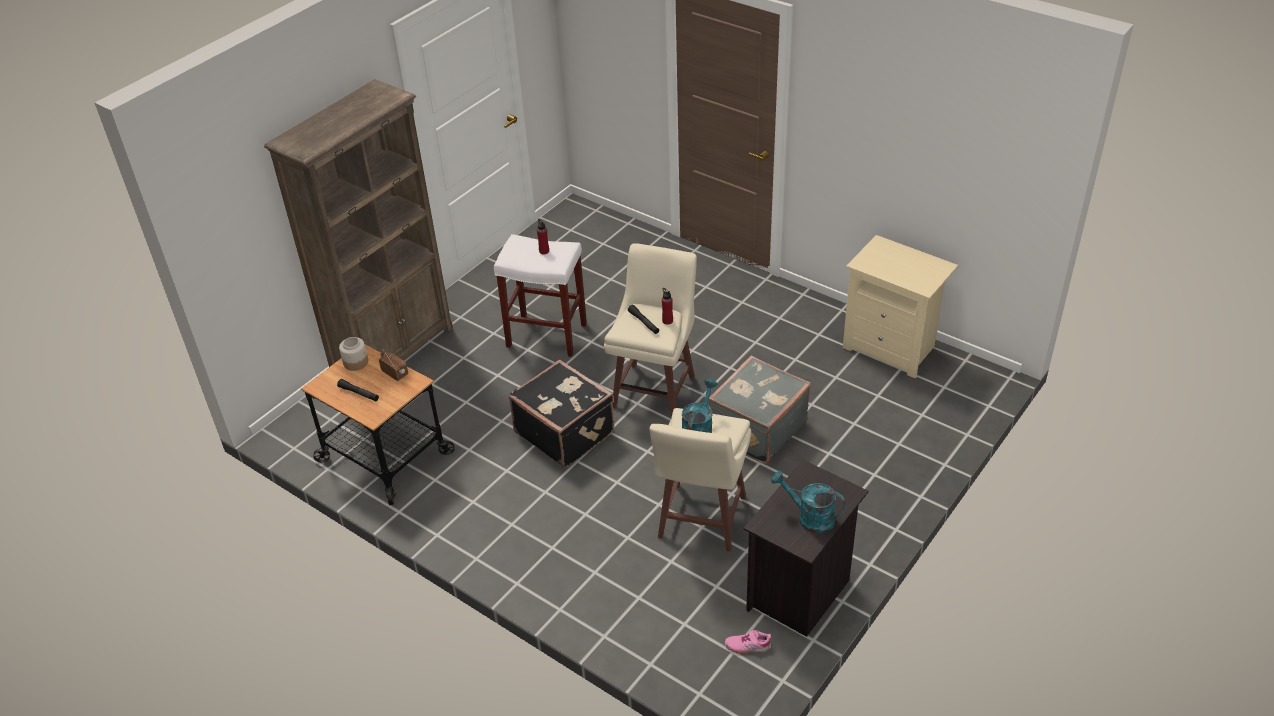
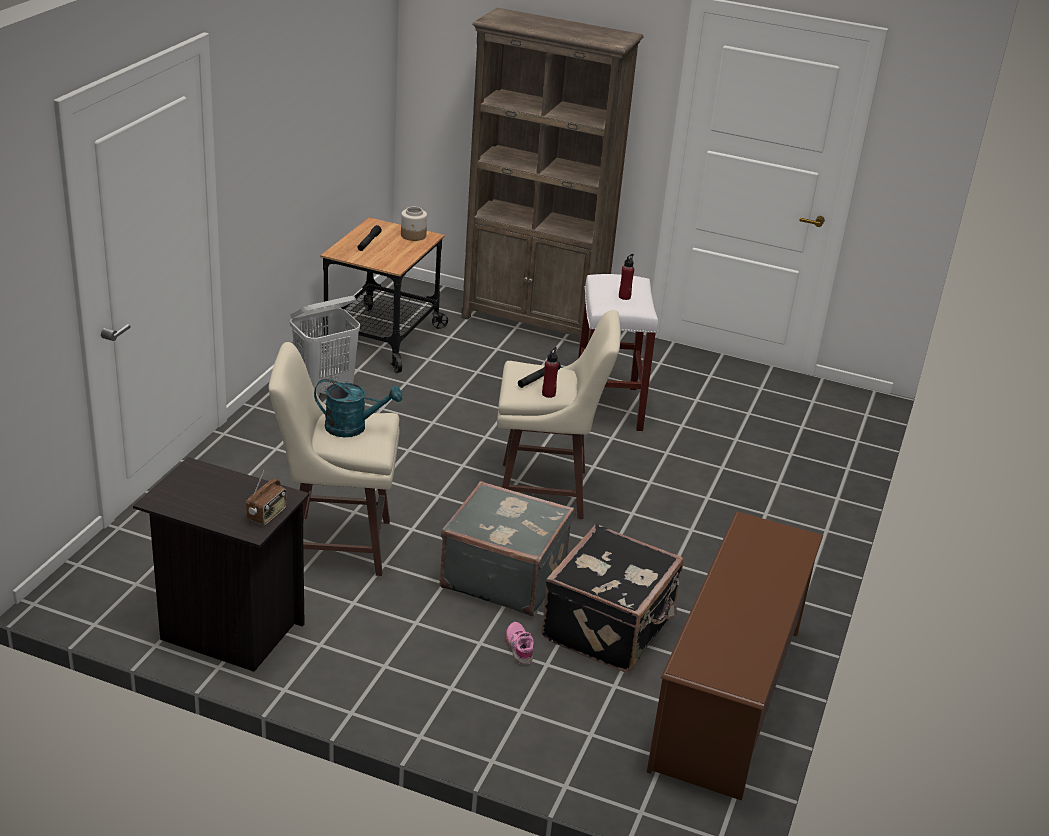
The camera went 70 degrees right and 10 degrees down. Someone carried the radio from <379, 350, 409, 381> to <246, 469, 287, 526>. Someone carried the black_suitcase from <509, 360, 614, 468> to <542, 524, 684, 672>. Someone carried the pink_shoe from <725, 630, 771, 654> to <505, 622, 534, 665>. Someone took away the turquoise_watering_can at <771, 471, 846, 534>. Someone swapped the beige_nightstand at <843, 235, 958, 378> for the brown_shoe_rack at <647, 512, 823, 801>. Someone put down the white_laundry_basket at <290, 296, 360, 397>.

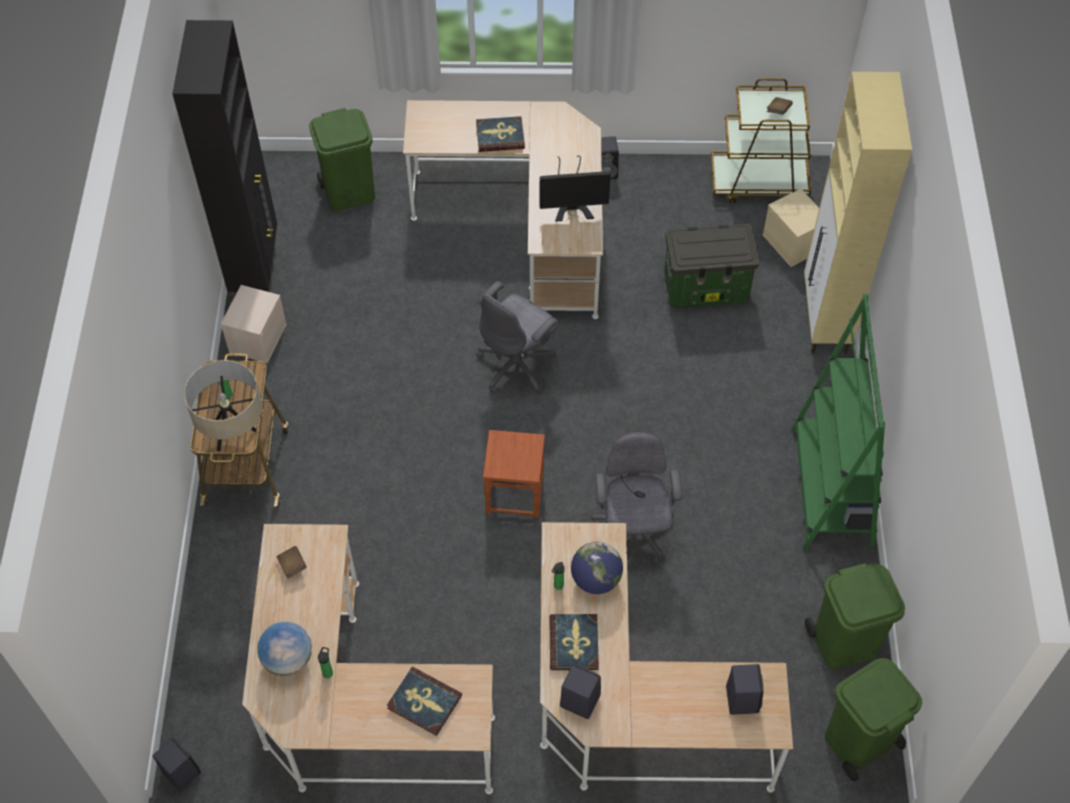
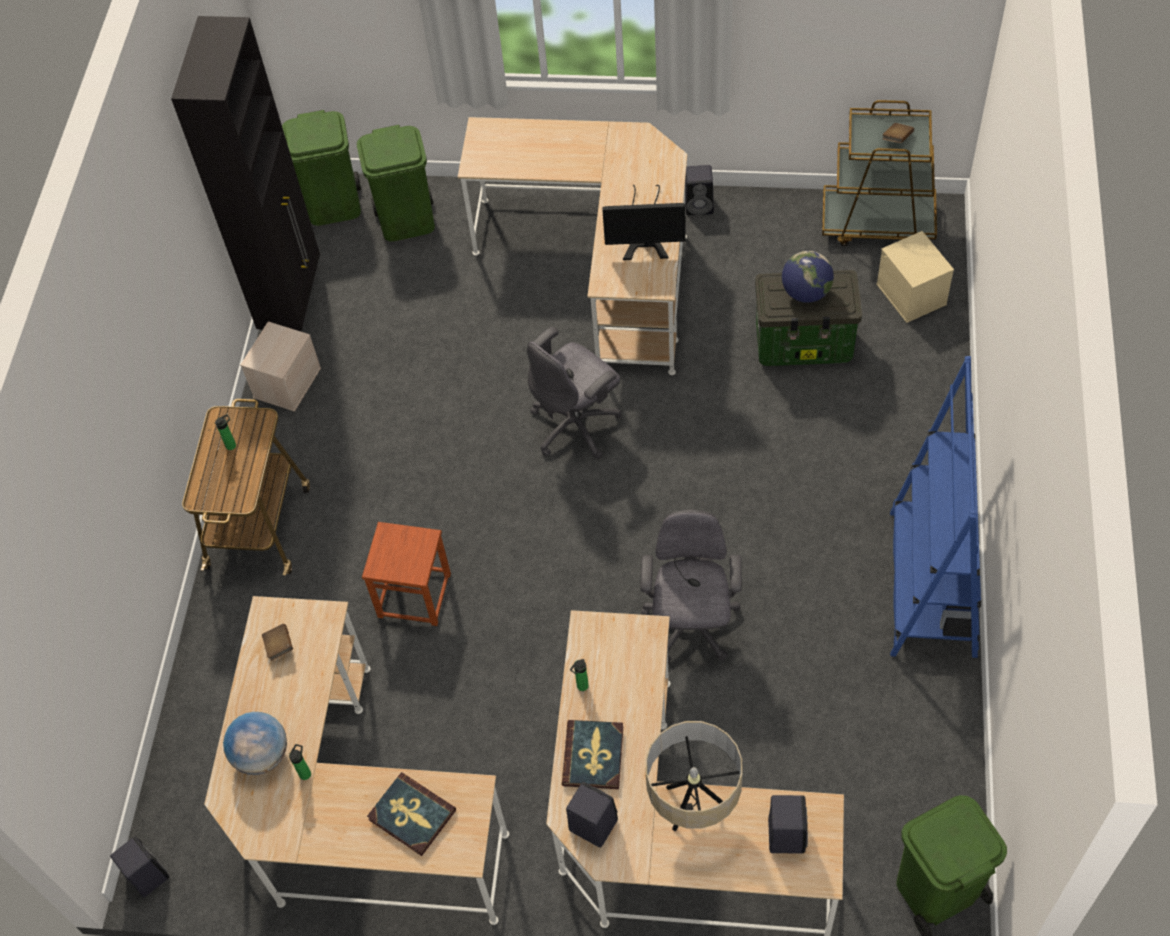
The camera went 10 degrees right and 0 degrees up. Someone carried the beige_table_lamp from <184, 360, 262, 452> to <646, 721, 743, 831>. Someone took away the book at <476, 116, 525, 152>. Someone carried the brown_stool from <483, 430, 545, 518> to <362, 522, 451, 626>. Someone carried the globe from <571, 542, 623, 594> to <782, 251, 834, 303>. Someone repainted the green_bookcase at <791, 294, 885, 549>, which became the blue_bookcase at <890, 356, 981, 658>. Someone took away the beige_cabinet at <804, 72, 912, 353>. Someone carried the green_trash_can from <805, 563, 905, 669> to <282, 110, 361, 226>.

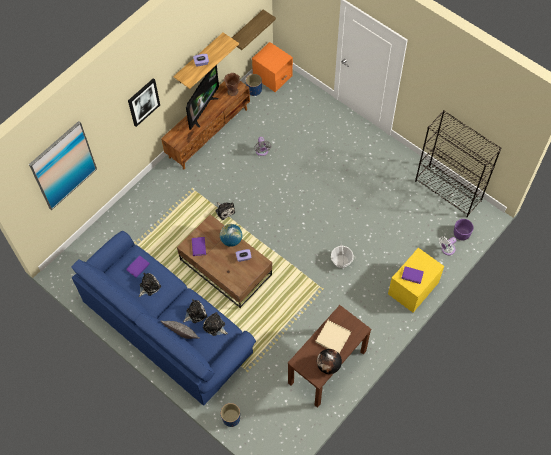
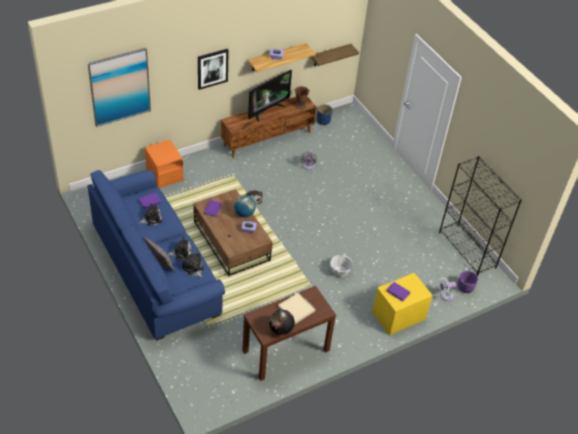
The camera went 15 degrees right and 15 degrees down. Someone took away the blue_planter at <221, 403, 240, 427>. Someone carried the orange_nightstand from <252, 42, 293, 92> to <145, 140, 183, 188>.

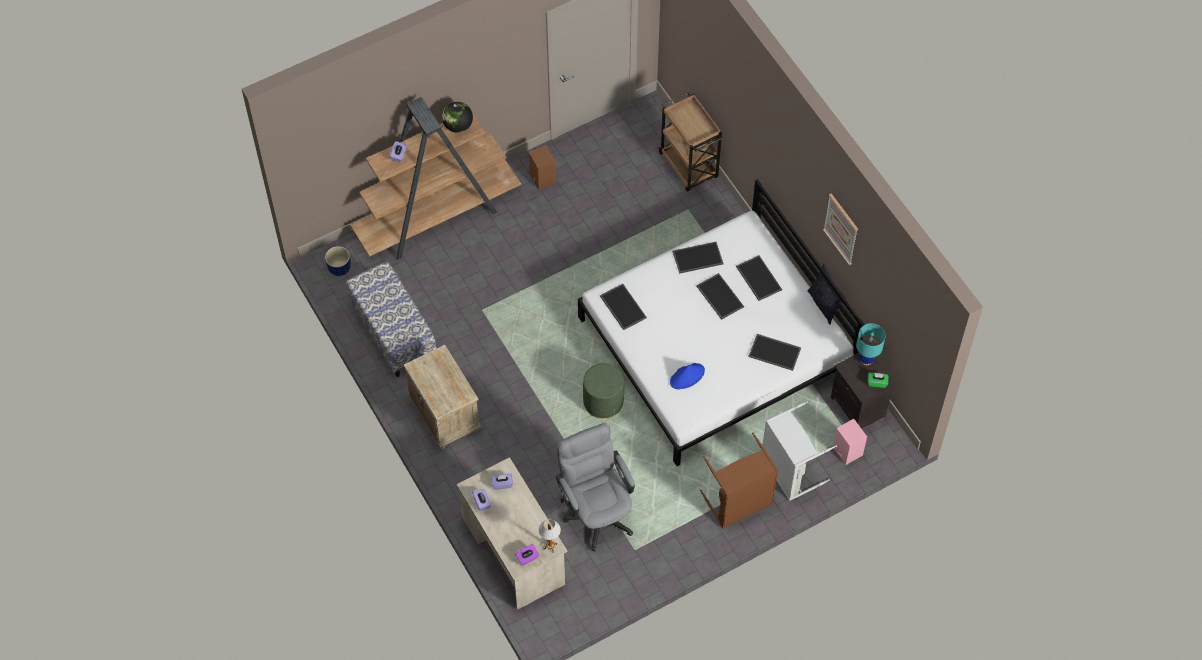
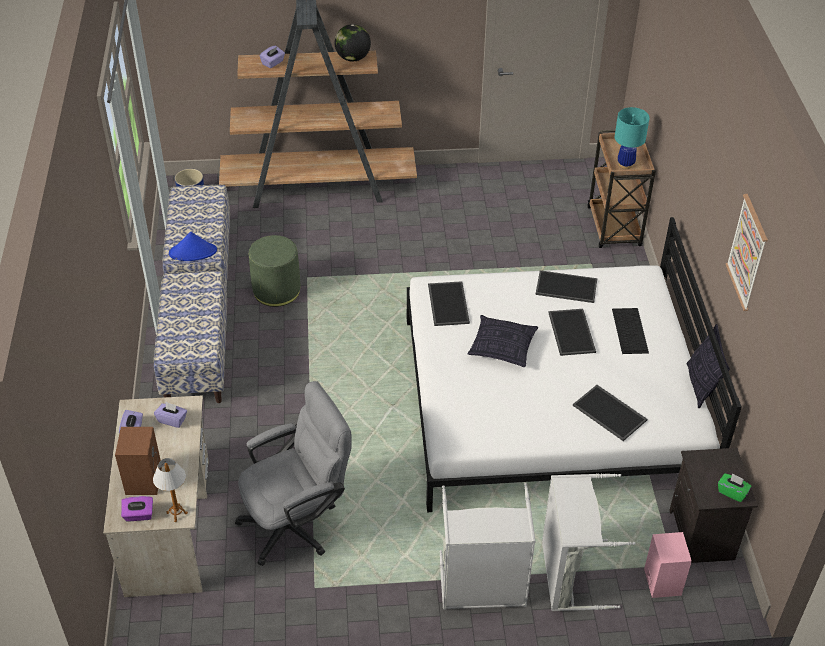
The camera went 25 degrees right and 15 degrees down. Someone swapped the beige_nightstand at <404, 345, 482, 449> for the bench at <154, 271, 227, 403>. Someone carried the brown_speaker from <529, 145, 556, 190> to <115, 427, 162, 495>. Someone rotated the grey_office_chair at <556, 423, 635, 551> by 60 degrees clockwise. Someone carried the green_ottoman from <583, 363, 624, 419> to <249, 235, 300, 307>. Someone carried the blue_hat from <670, 363, 705, 389> to <169, 232, 217, 261>. Someone repainted the brown_laundry_basket at <700, 433, 778, 529>, which became the grey_laundry_basket at <439, 483, 536, 610>. Someone swapped the tray at <736, 255, 782, 301> for the keyboard at <612, 308, 649, 354>. Someone carried the turquoise_table_lamp from <856, 323, 885, 365> to <615, 107, 650, 169>. Someone put down the pillow at <467, 315, 538, 367>.

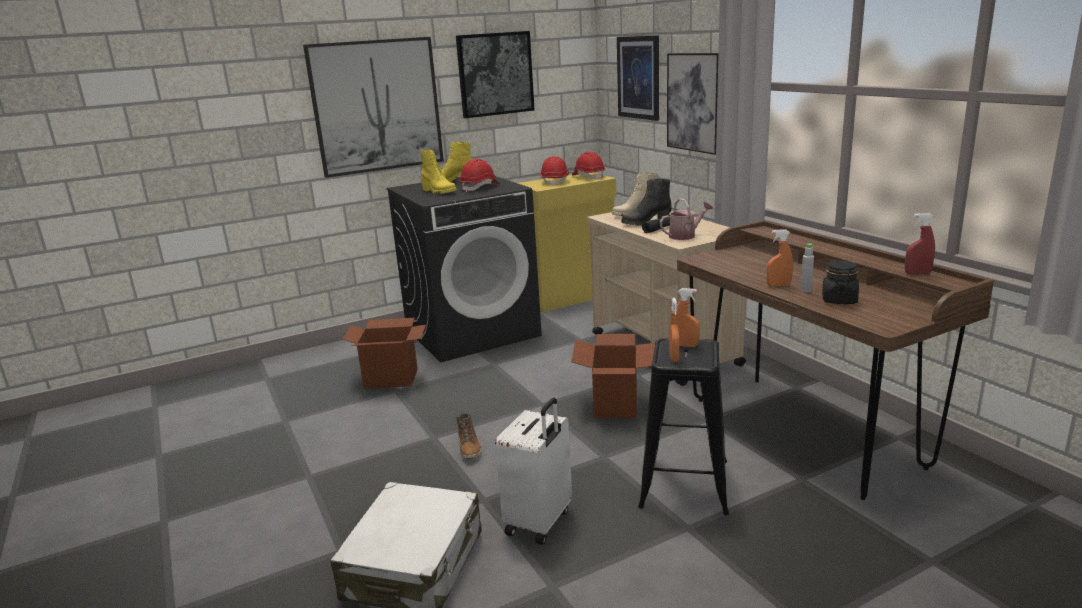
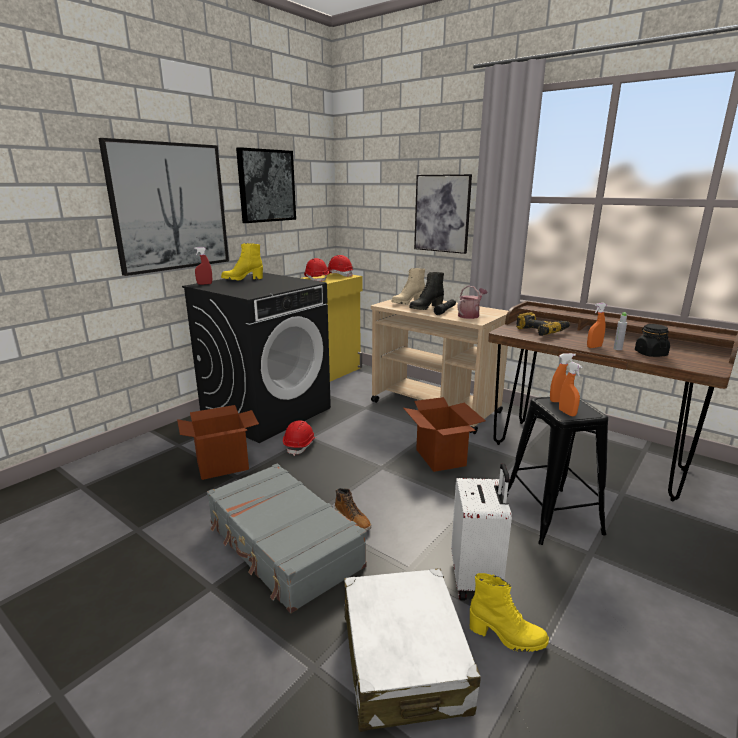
The camera went 25 degrees left and 0 degrees up. Someone carried the yellow_boot from <420, 149, 457, 194> to <470, 573, 549, 652>. Someone carried the red_hard_hat from <459, 159, 500, 192> to <283, 420, 316, 456>. Someone took away the picture at <617, 35, 659, 121>. Someone carried the red_spray_bottle from <905, 213, 935, 274> to <194, 247, 212, 285>. Someone put down the grey_suitcase at <207, 463, 367, 613>. Someone put down the power_drill at <516, 312, 570, 336>.

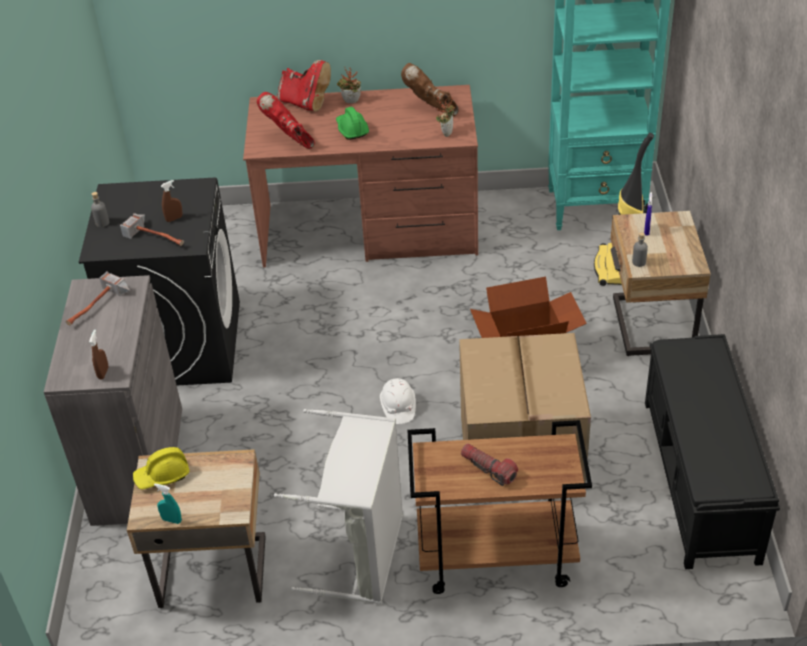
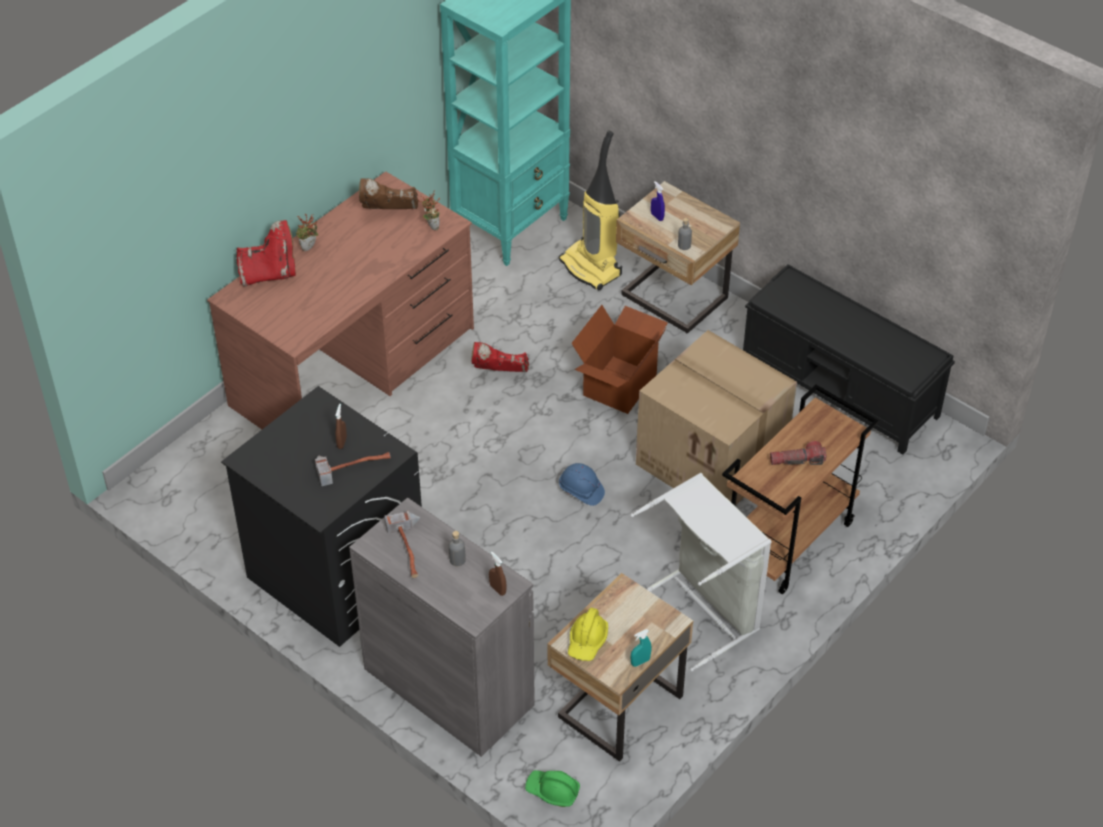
The camera went 50 degrees left and 5 degrees up. Someone carried the grey_bottle from <91, 192, 109, 227> to <449, 531, 466, 566>. Someone carried the red_boot from <257, 92, 315, 149> to <471, 342, 529, 372>. Someone carried the green_hard_hat from <336, 107, 369, 140> to <525, 770, 580, 807>. Someone repainted the white_hard_hat at <380, 378, 416, 424>, which became the blue_hard_hat at <559, 463, 605, 506>.

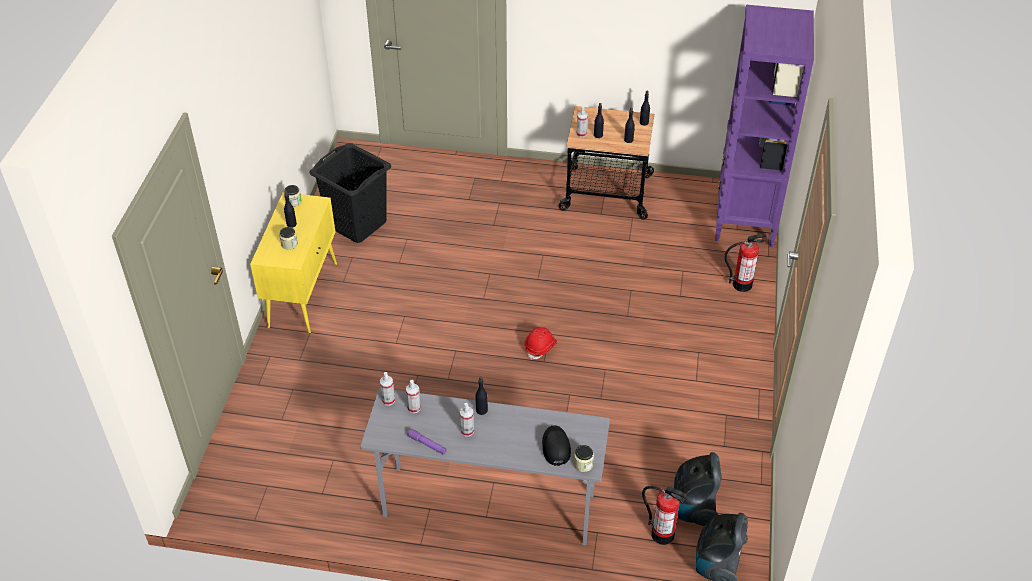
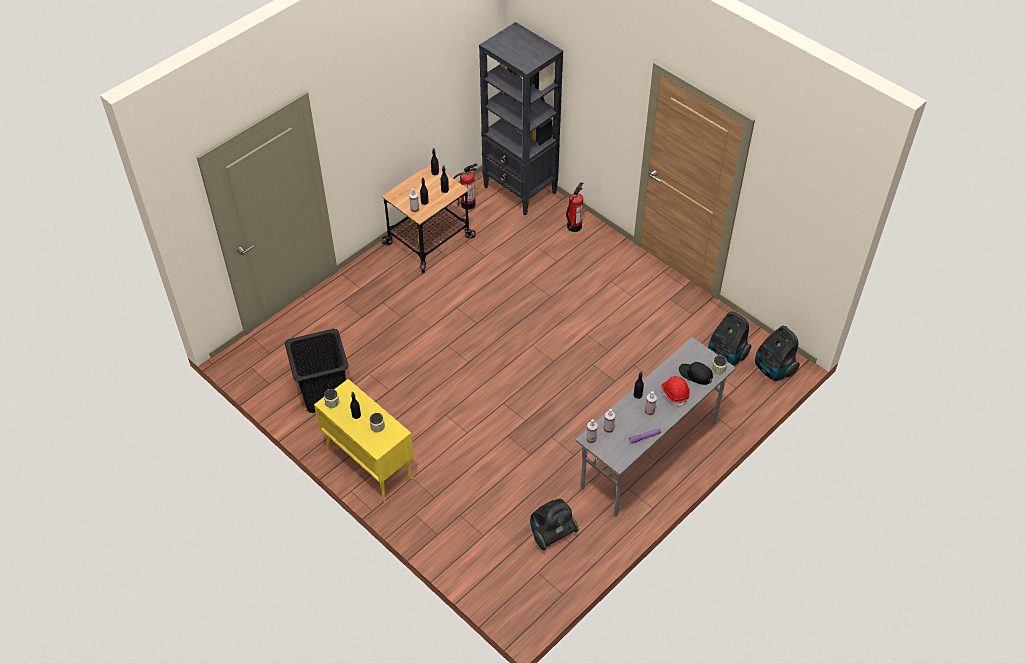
The camera went 55 degrees left and 5 degrees up. Someone carried the red_hard_hat from <524, 327, 557, 360> to <661, 376, 690, 406>. Someone carried the fire_extinguisher from <642, 486, 687, 545> to <453, 163, 477, 210>. Someone repainted the purple_bookcase at <715, 5, 814, 247>, which became the black_bookcase at <479, 22, 563, 215>. Someone put down the vacuum_cleaner at <530, 499, 579, 550>.

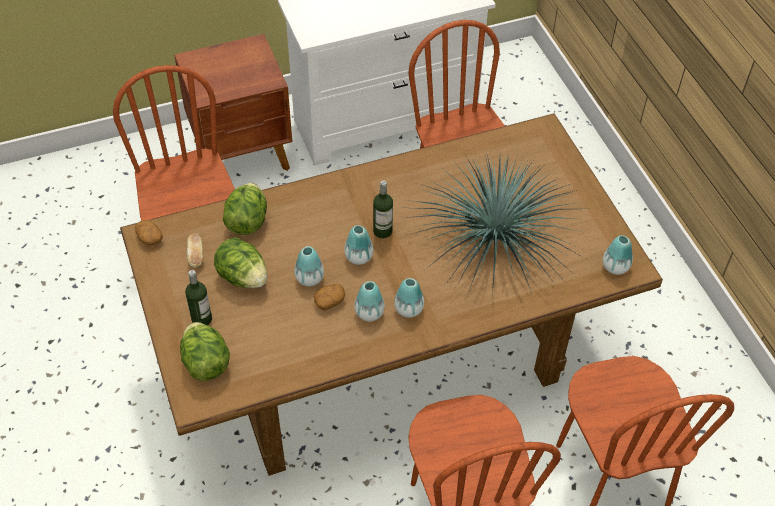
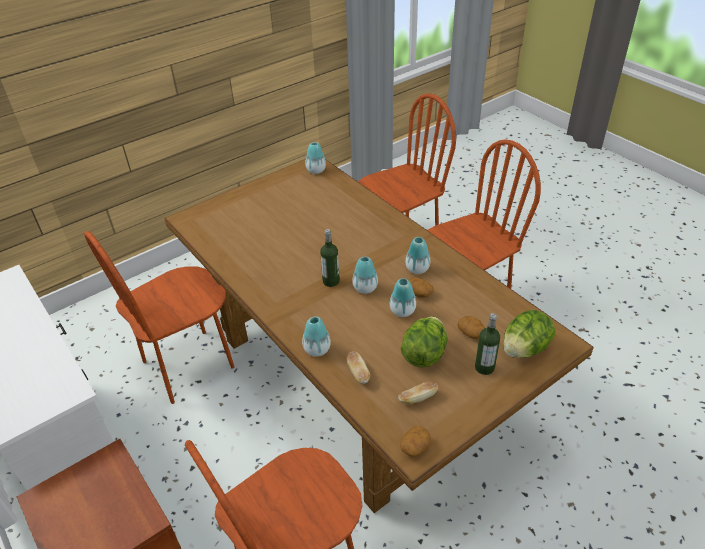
The camera went 105 degrees left and 10 degrees down. Someone swapped the lettuce at <223, 183, 267, 235> for the bread at <347, 351, 370, 384>. Someone carried the vase from <394, 278, 424, 318> to <302, 316, 331, 357>. Someone took away the potted_plant at <405, 151, 584, 295>. Someone put down the potato at <458, 316, 485, 339>.

